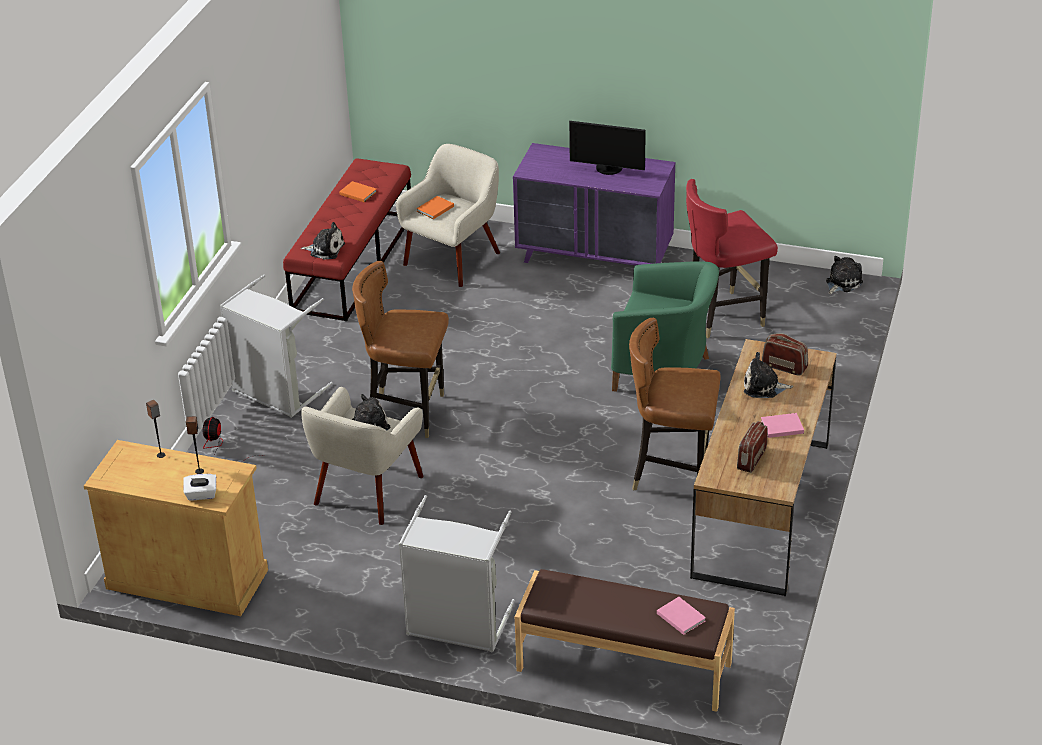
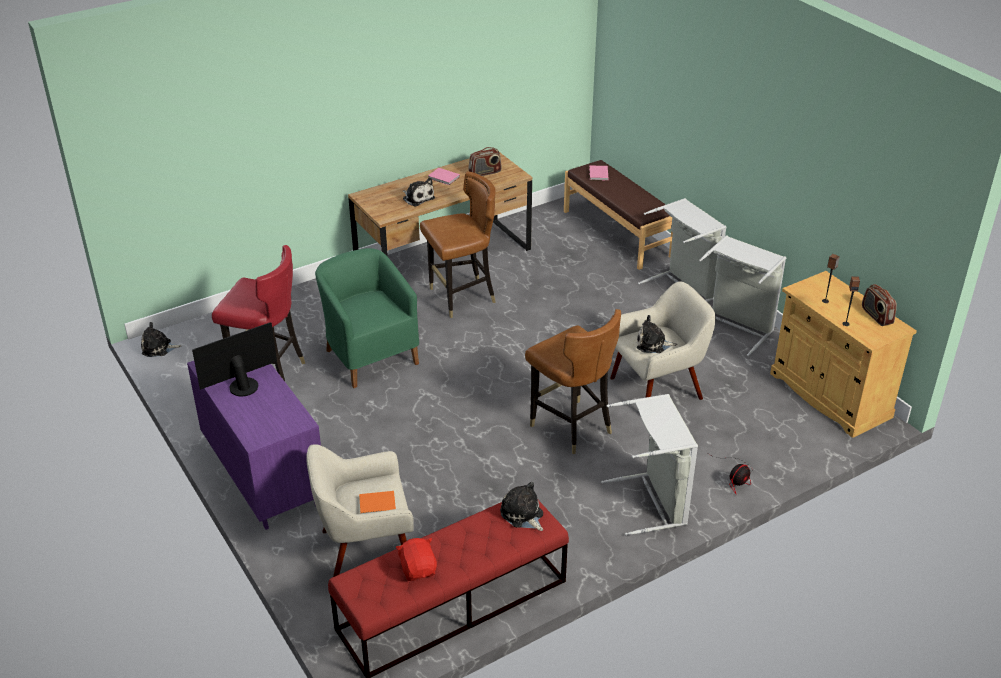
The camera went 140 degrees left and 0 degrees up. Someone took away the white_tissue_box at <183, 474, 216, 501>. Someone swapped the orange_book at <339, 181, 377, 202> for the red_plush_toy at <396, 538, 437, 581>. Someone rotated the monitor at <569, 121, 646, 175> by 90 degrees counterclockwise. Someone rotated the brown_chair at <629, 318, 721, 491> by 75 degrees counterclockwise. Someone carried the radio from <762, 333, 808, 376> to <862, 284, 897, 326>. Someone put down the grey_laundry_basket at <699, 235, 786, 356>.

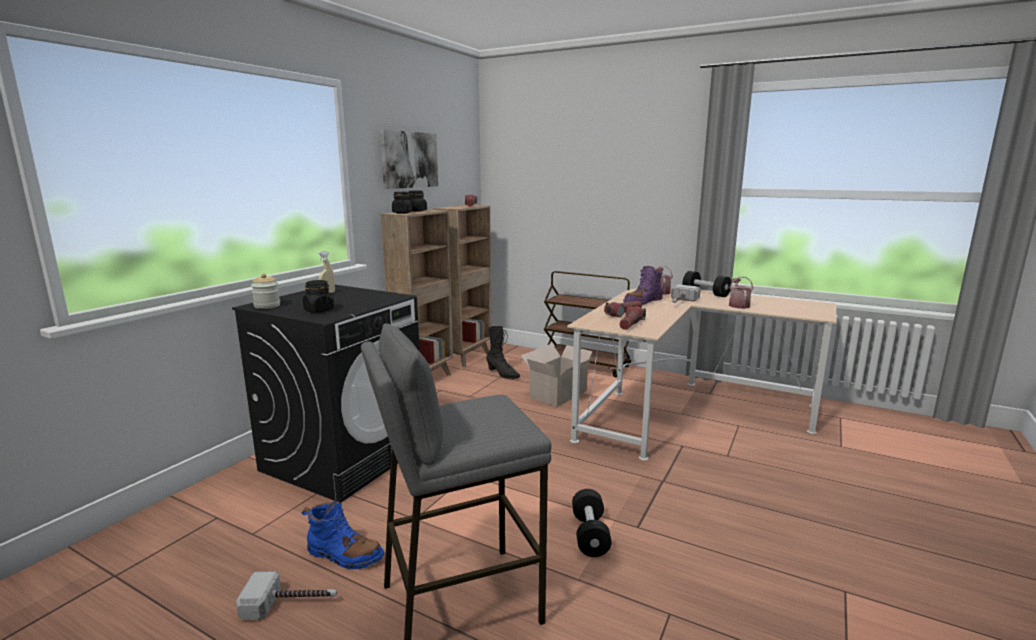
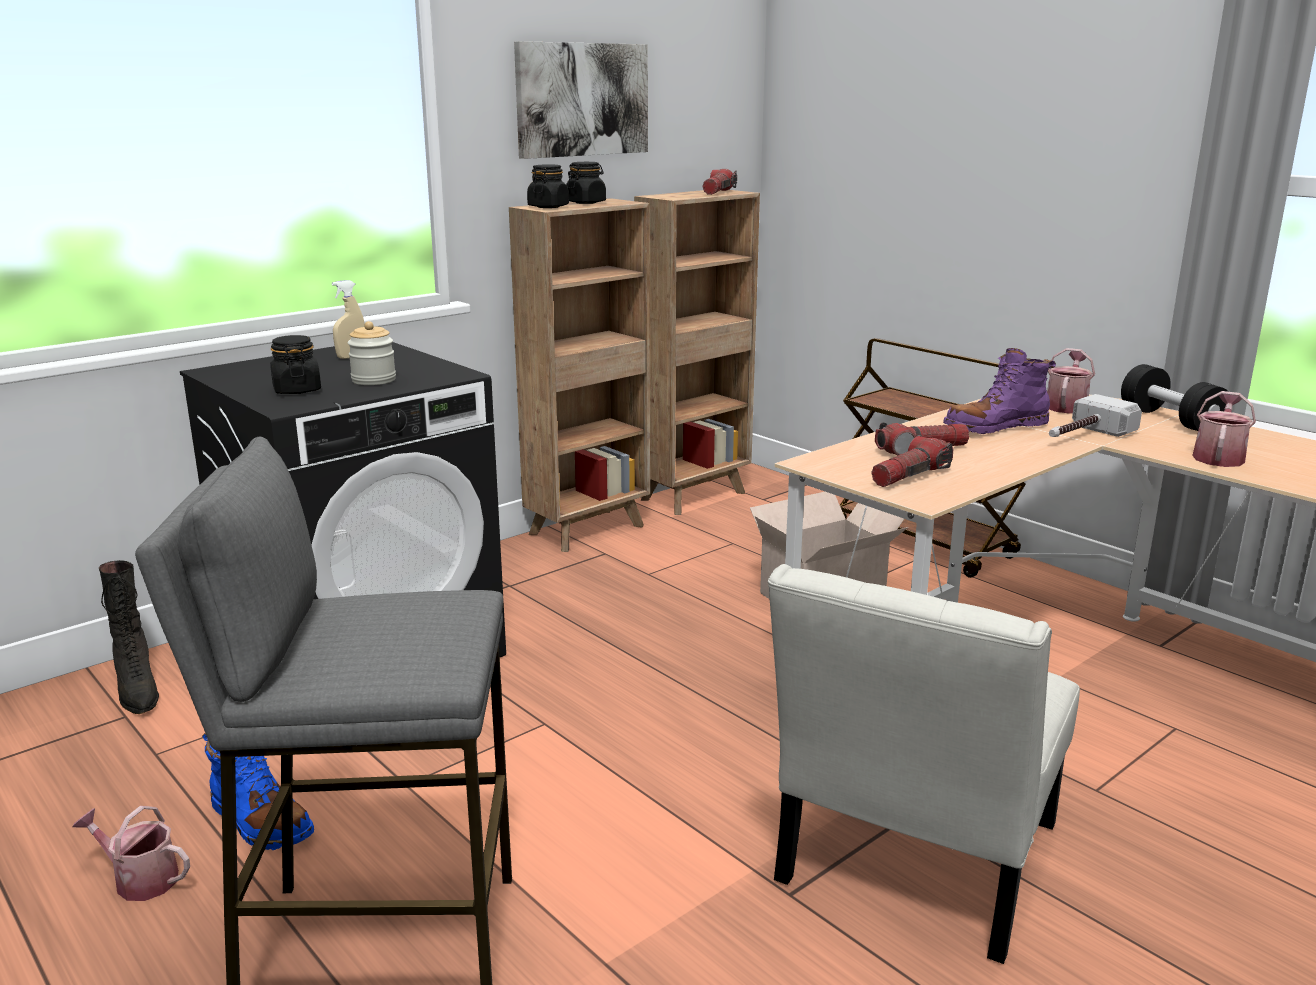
The camera went 20 degrees right and 5 degrees up. Someone swapped the hammer at <236, 571, 337, 620> for the watering_can at <72, 806, 190, 901>. Someone carried the jar from <251, 273, 280, 309> to <348, 321, 396, 385>. Someone carried the black_boot from <486, 326, 520, 379> to <99, 560, 159, 714>. Someone took away the black_dumbbell at <572, 489, 612, 557>. Someone put down the white_chair at <768, 564, 1080, 964>.

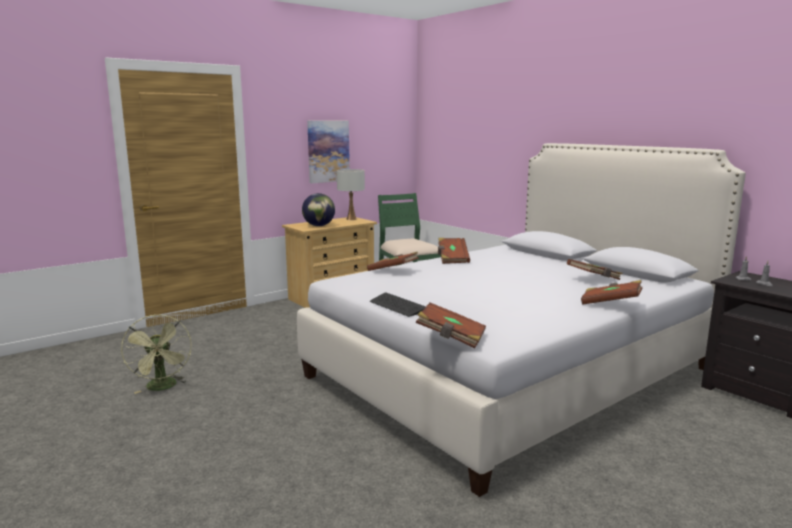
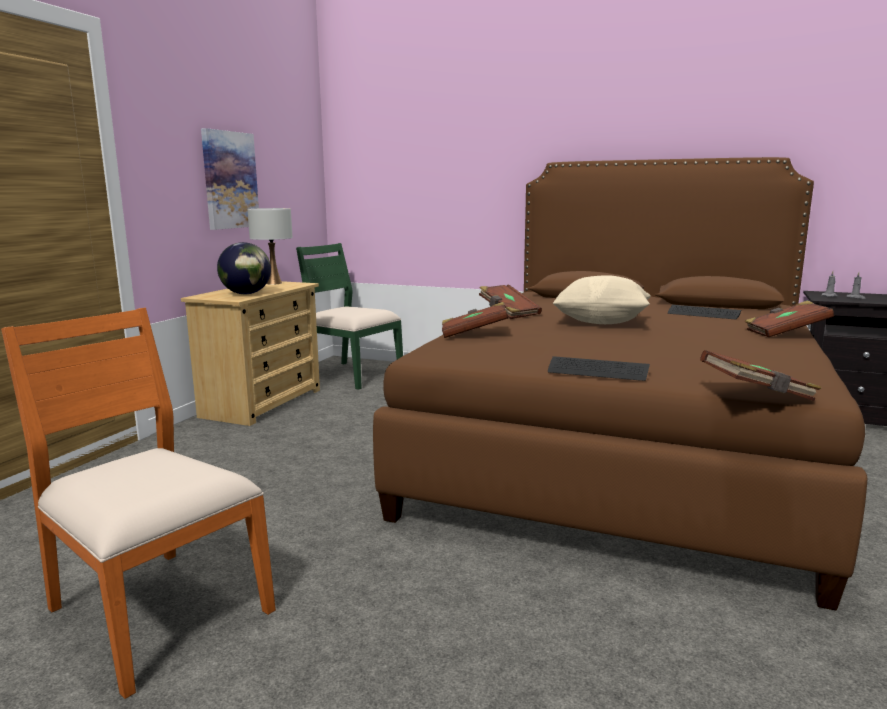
The camera went 30 degrees left and 0 degrees up. Someone swapped the green_fan at <121, 315, 192, 394> for the orange_chair at <1, 307, 276, 699>. Someone repainted the white_bed at <297, 143, 746, 497>, which became the brown_bed at <373, 157, 867, 611>. Someone swapped the brown_book at <567, 259, 623, 280> for the keyboard at <668, 305, 741, 319>. Someone put down the beige_pillow at <553, 275, 651, 324>.

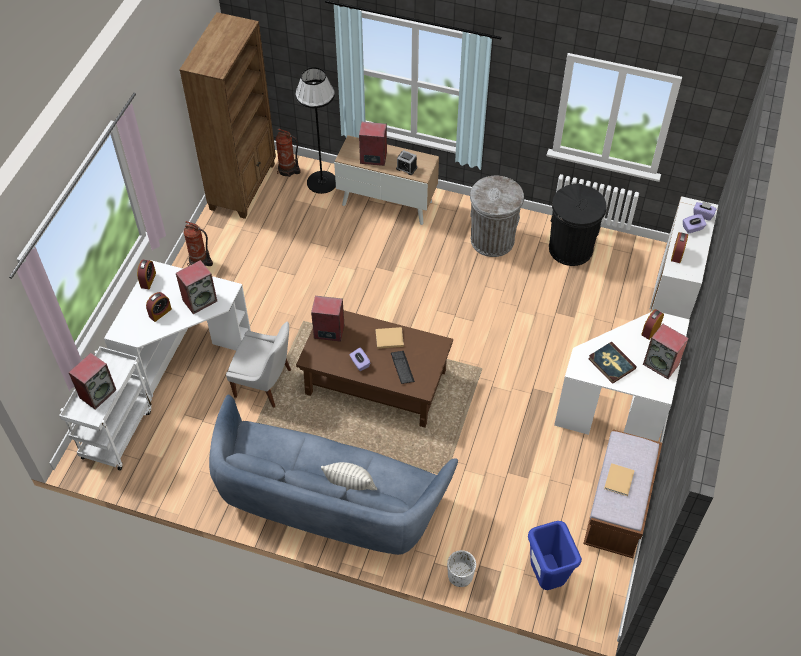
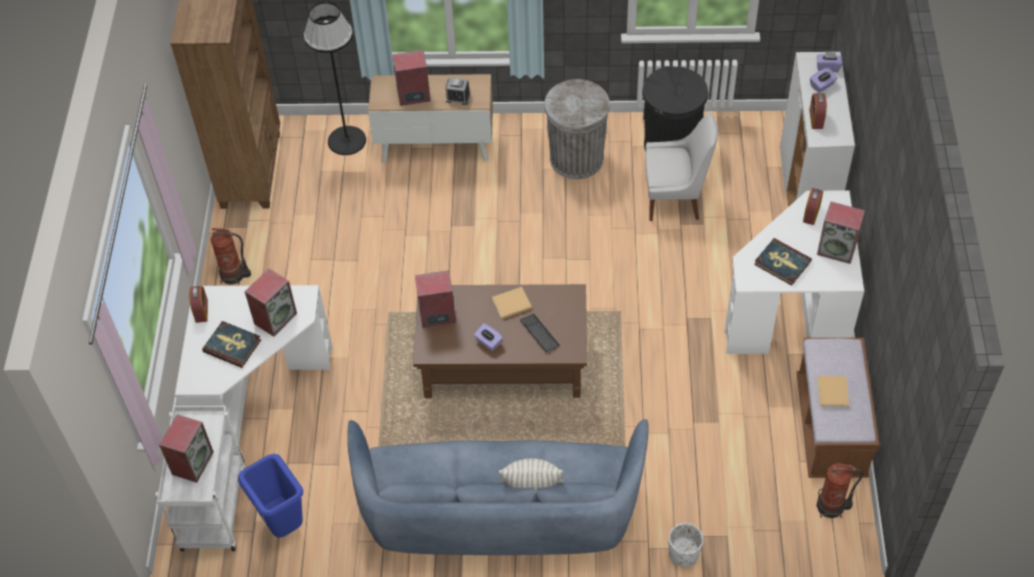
The camera went 15 degrees left and 0 degrees up. Someone swapped the alarm_clock at <146, 292, 172, 322> for the book at <202, 321, 261, 368>. Someone carried the white_chair from <226, 322, 291, 407> to <645, 113, 718, 221>. Someone carried the fire_extinguisher from <276, 129, 301, 177> to <816, 463, 863, 518>. Someone carried the blue_trash_can from <528, 521, 582, 590> to <238, 454, 304, 538>.

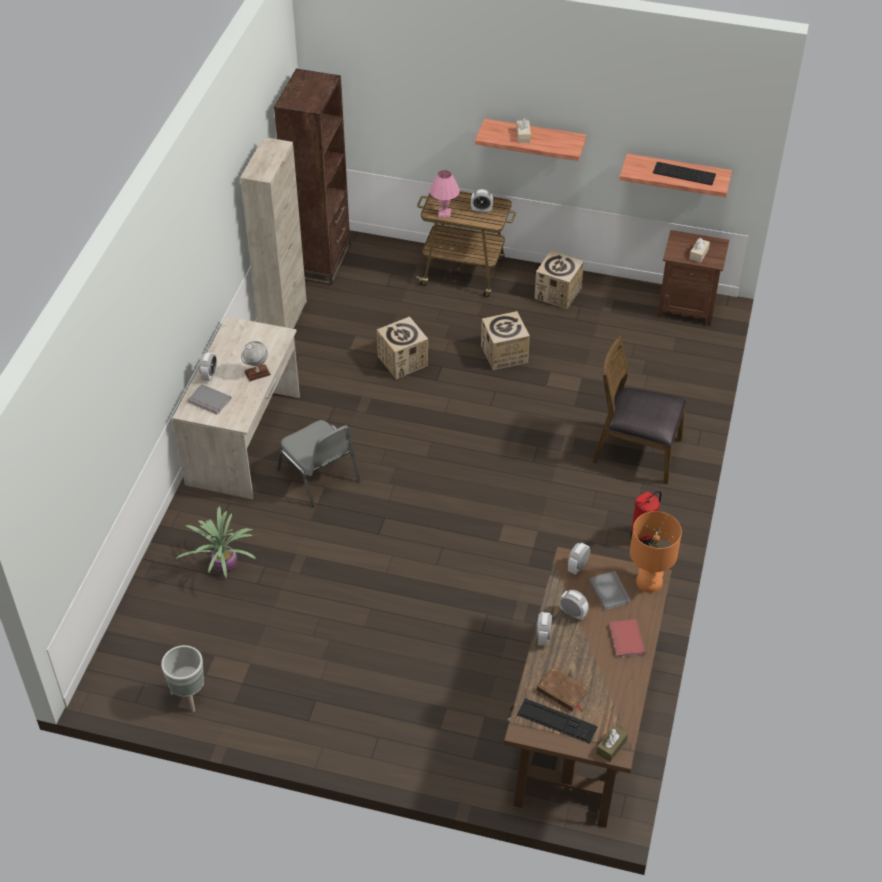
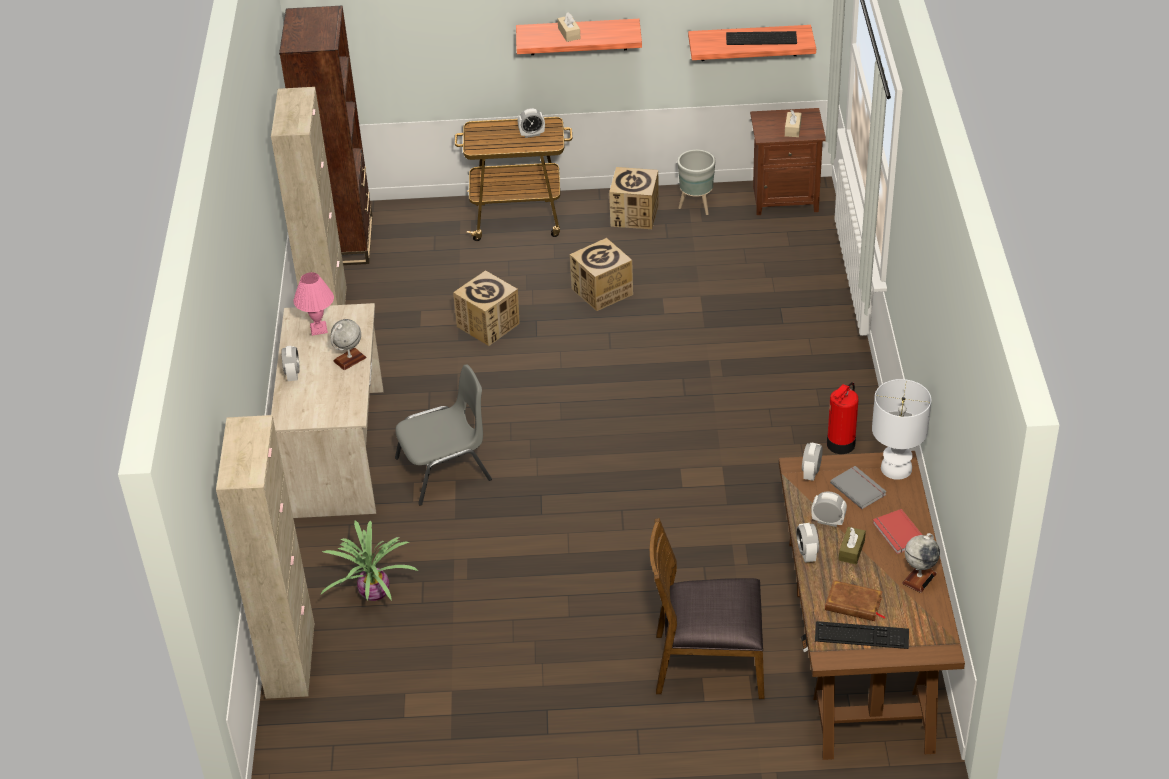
The camera went 15 degrees left and 5 degrees down. Someone carried the grey_planter from <161, 645, 204, 712> to <677, 150, 716, 215>. Someone took away the grey_book at <188, 384, 231, 414>. Someone rotated the grey_chair at <277, 420, 360, 507> by 60 degrees counterclockwise. Someone carried the pink_table_lamp from <430, 170, 460, 218> to <293, 272, 334, 336>. Someone carried the brown_chair from <593, 336, 686, 484> to <650, 518, 764, 699>. Someone carried the brown_tissue_box from <596, 726, 628, 762> to <839, 527, 866, 565>. Someone repainted the orange_table_lamp at <630, 511, 682, 593>, which became the white_table_lamp at <872, 379, 931, 480>. Someone put down the beige_cabinet at <216, 415, 315, 699>. Someone put down the globe at <902, 533, 940, 593>.

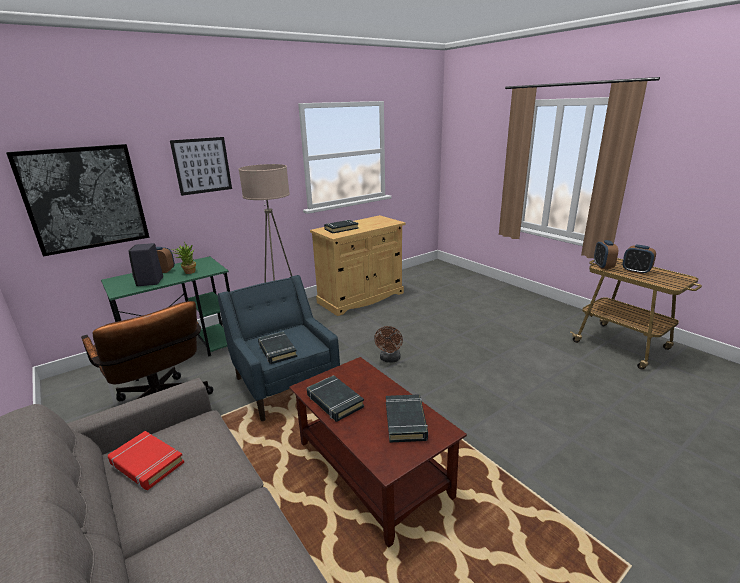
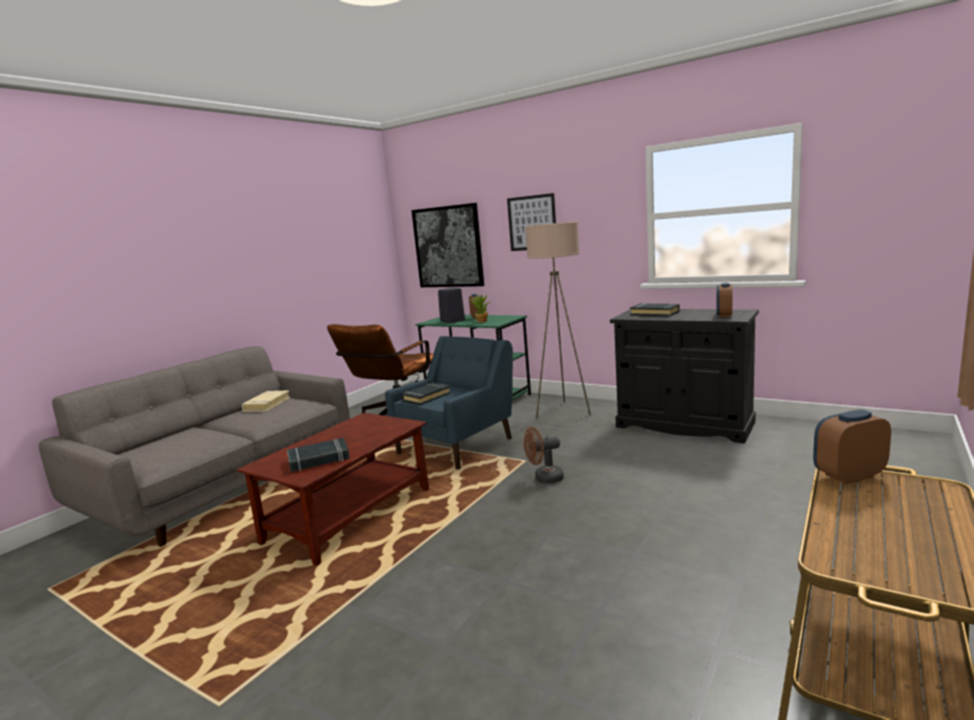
The camera went 70 degrees right and 10 degrees down. Someone repainted the red_book at <108, 431, 184, 490>, which became the beige_book at <241, 390, 290, 412>. Someone took away the black_book at <307, 375, 364, 422>. Someone repainted the beige_cabinet at <310, 215, 405, 316>, which became the black_cabinet at <610, 309, 759, 444>. Someone carried the alarm_clock from <622, 245, 656, 274> to <717, 283, 732, 317>.

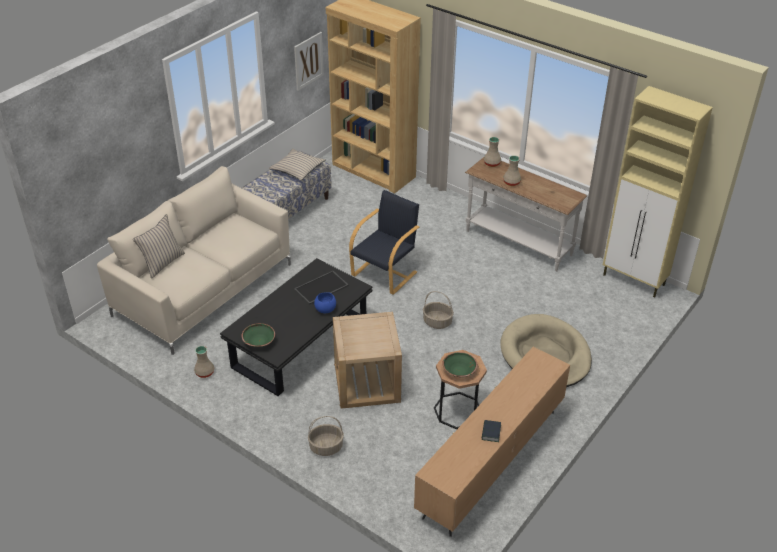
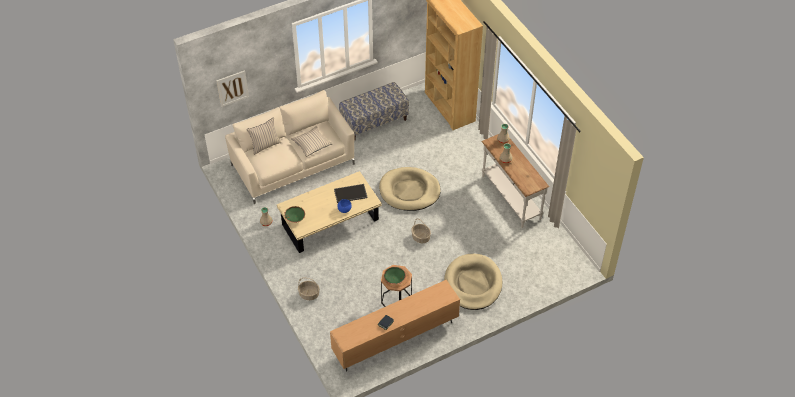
The camera went 25 degrees right and 10 degrees up. Someone repainted the black_coffee_table at <220, 258, 373, 396>, which became the beige_coffee_table at <277, 171, 382, 253>. Someone carried the beige_pillow from <269, 149, 325, 180> to <291, 126, 332, 157>. Someone carried the picture from <294, 32, 324, 91> to <216, 70, 249, 107>. Someone took away the beige_side_table at <333, 312, 402, 409>. Someone swapped the black_armchair at <349, 190, 419, 295> for the beige_dog_bed at <379, 167, 441, 211>. Someone took away the beige_cabinet at <603, 86, 713, 298>.

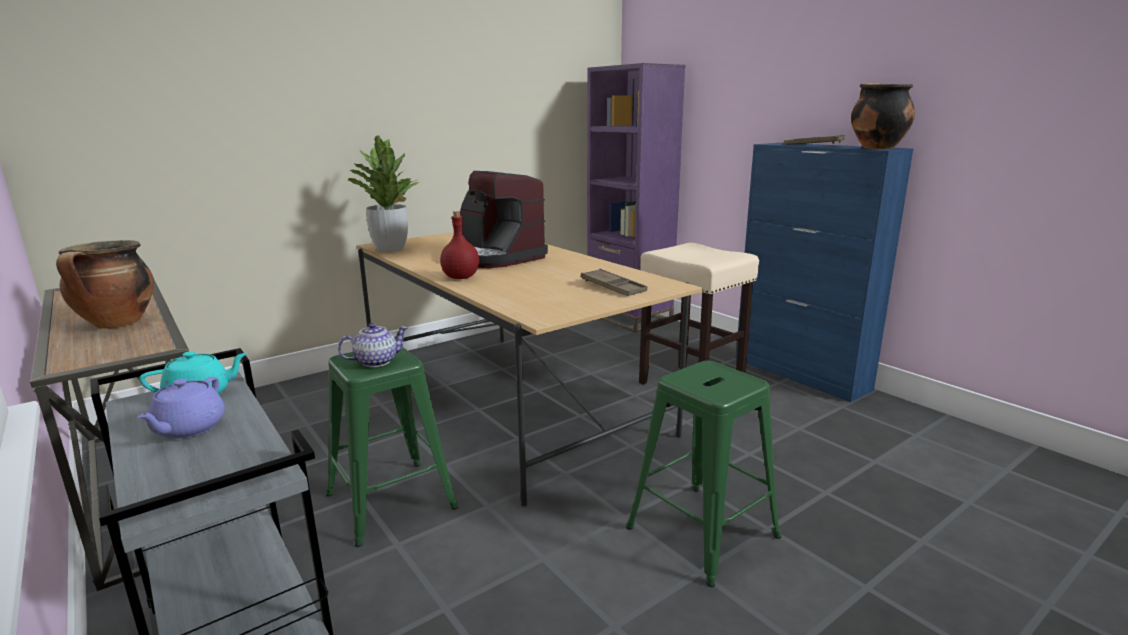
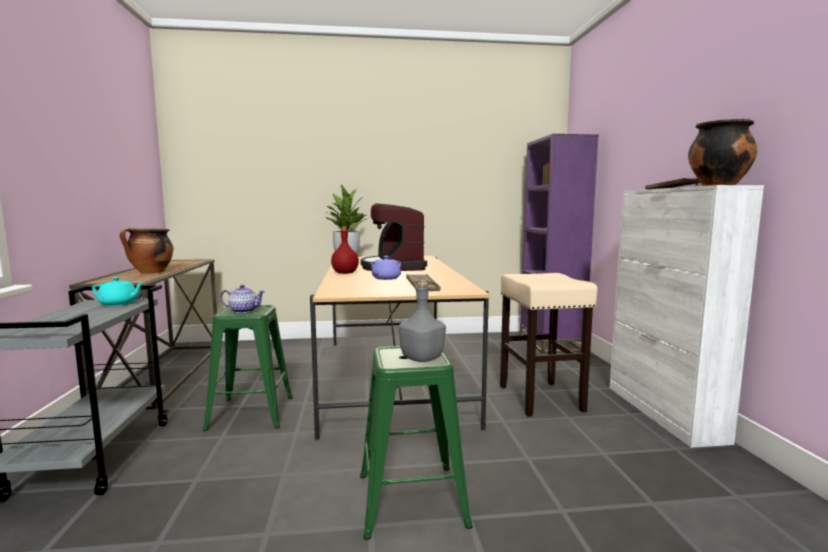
The camera went 30 degrees right and 10 degrees down. Someone carried the purple_teapot from <137, 377, 225, 439> to <369, 256, 401, 280>. Someone repainted the blue_cabinet at <736, 143, 913, 402>, which became the white_cabinet at <609, 185, 764, 448>. Someone put down the grey_bottle at <399, 280, 446, 362>.

